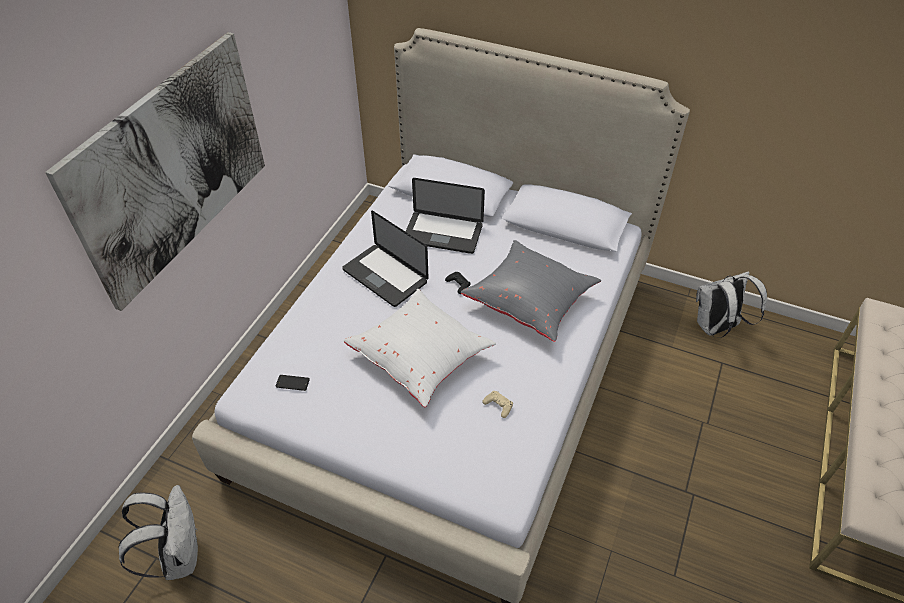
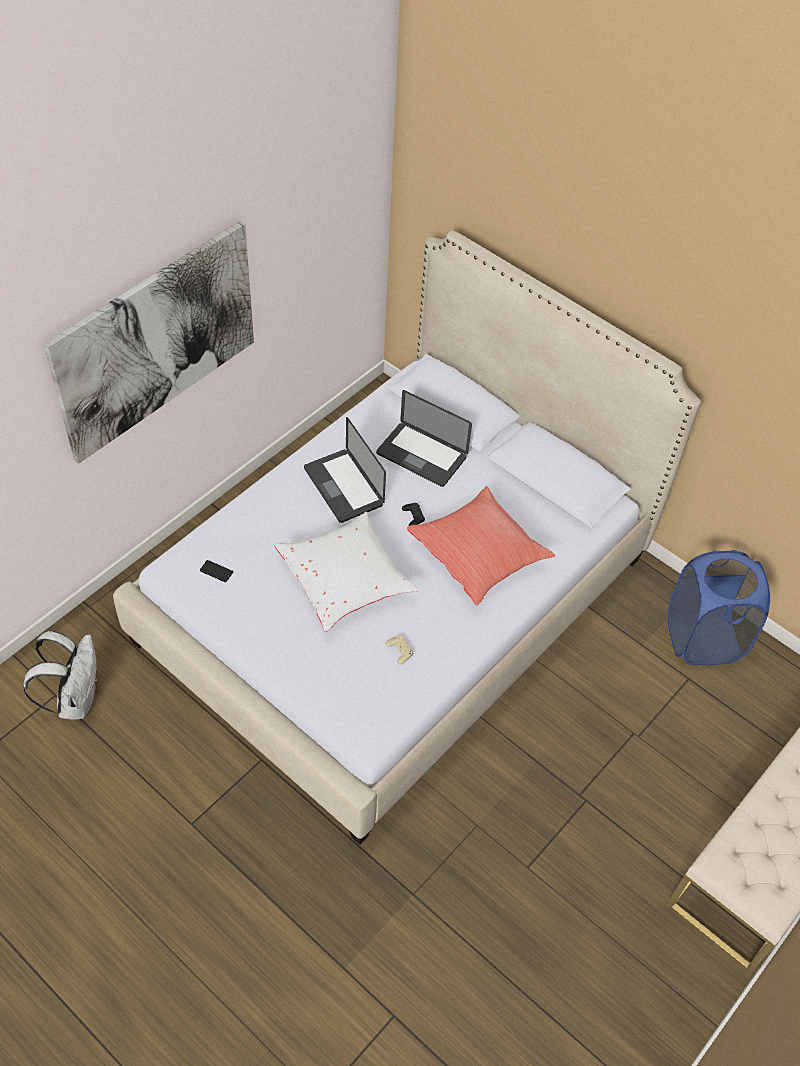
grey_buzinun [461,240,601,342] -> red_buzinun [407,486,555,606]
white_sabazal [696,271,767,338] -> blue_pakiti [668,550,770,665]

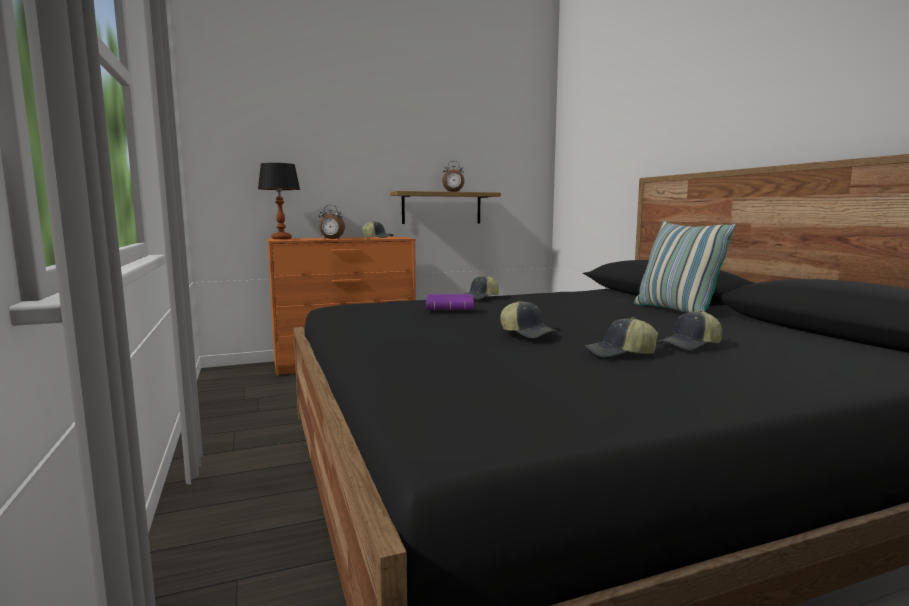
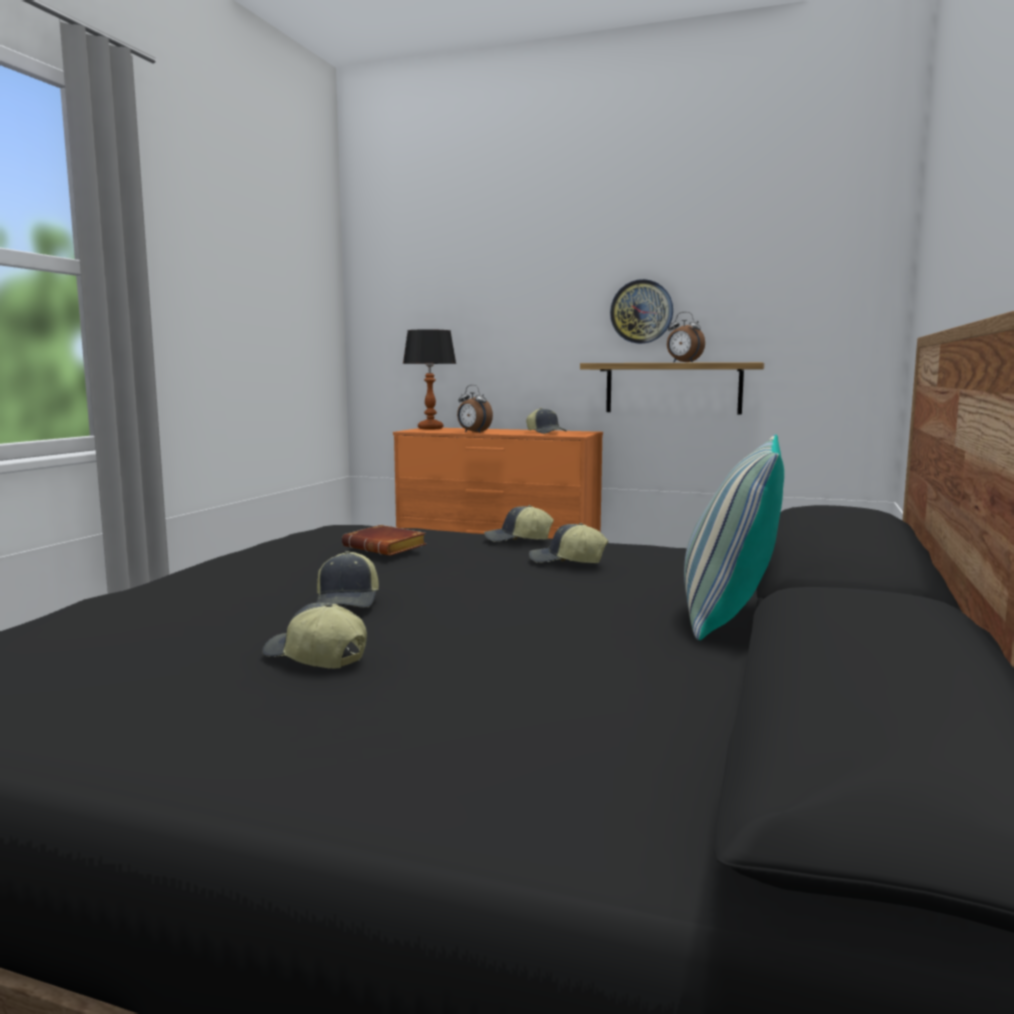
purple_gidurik [426,294,474,310] -> brown_gidurik [342,525,426,556]
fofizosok [658,310,722,350] -> fofizosok [529,523,608,563], shifted
none -> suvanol [610,279,673,344]

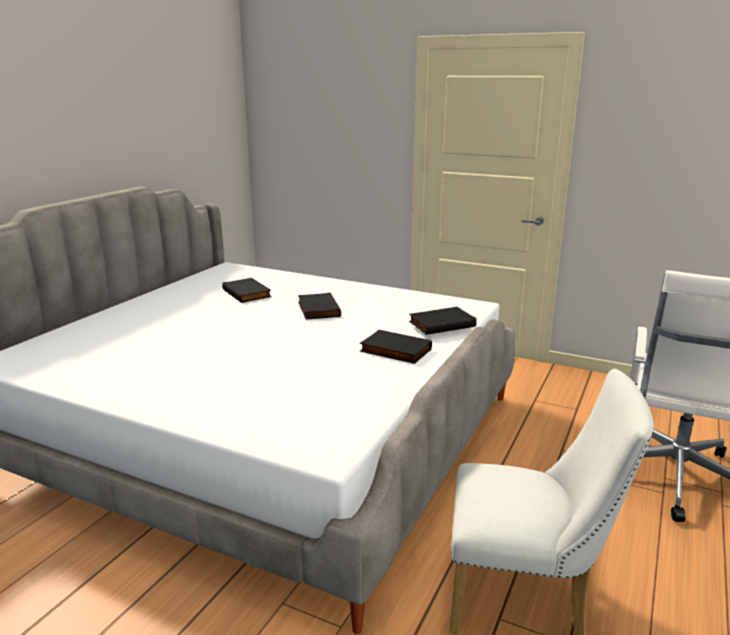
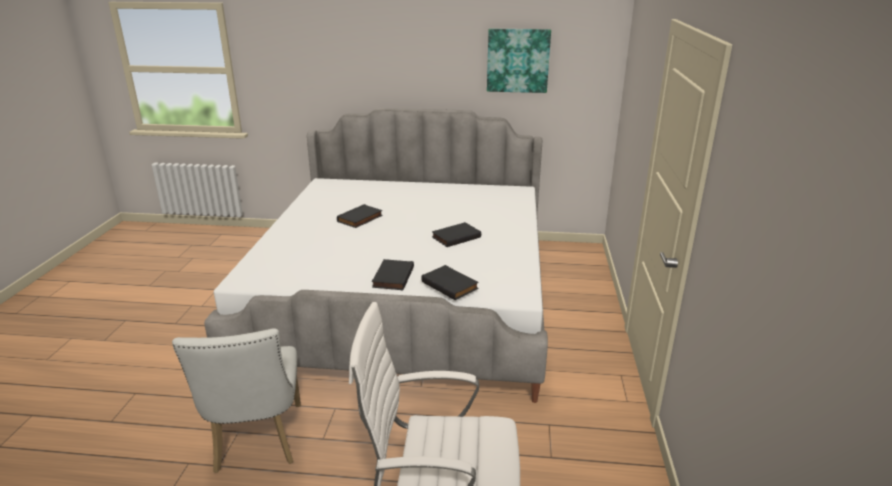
black_gidurik [222,278,272,303] -> black_gidurik [337,204,383,228], shifted
none -> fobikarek [487,29,551,93]

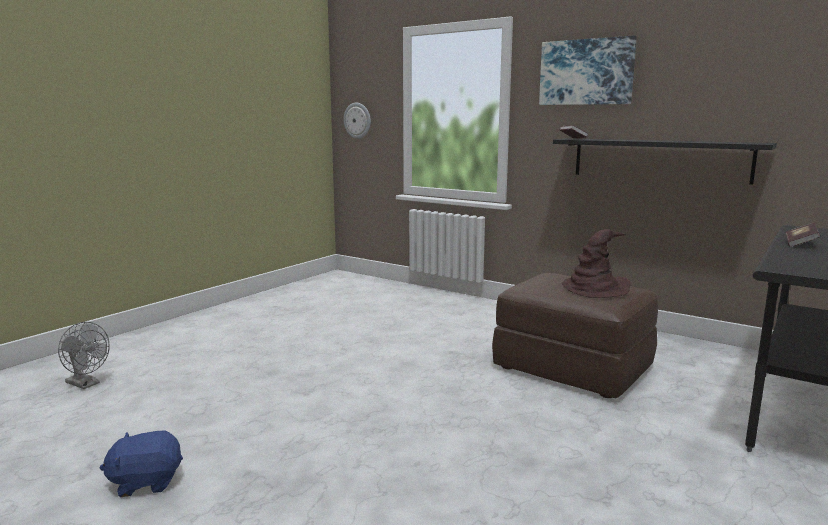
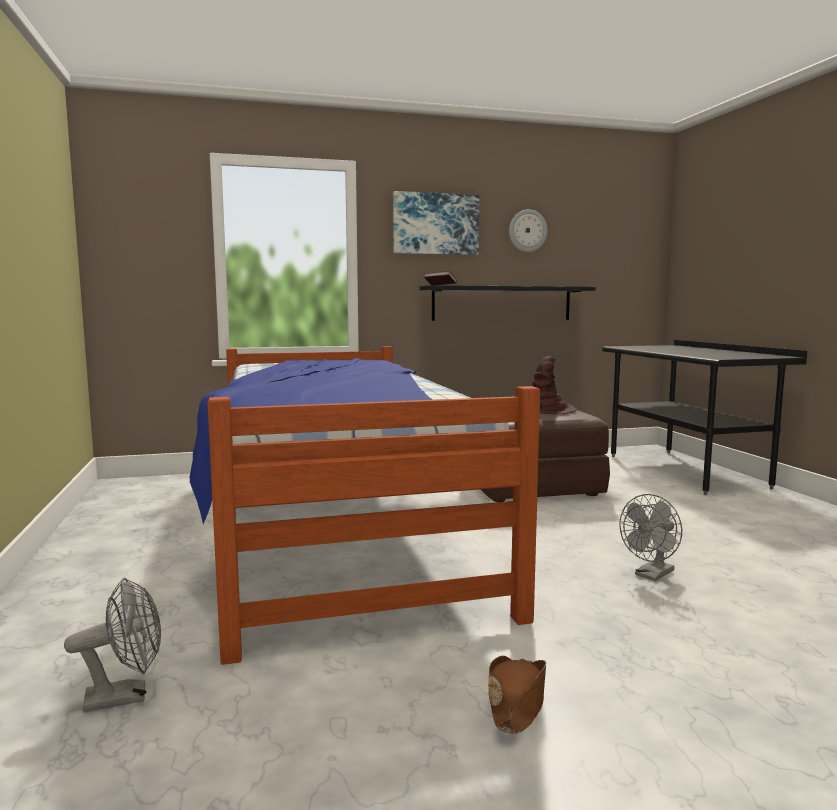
suvanol [343,103,371,139] -> suvanol [509,209,548,252], shifted
gidurik [785,223,820,247] -> none
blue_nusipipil [100,430,183,497] -> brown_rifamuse [488,656,546,734]
none -> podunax [190,346,540,665]
none -> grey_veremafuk [619,494,682,581]

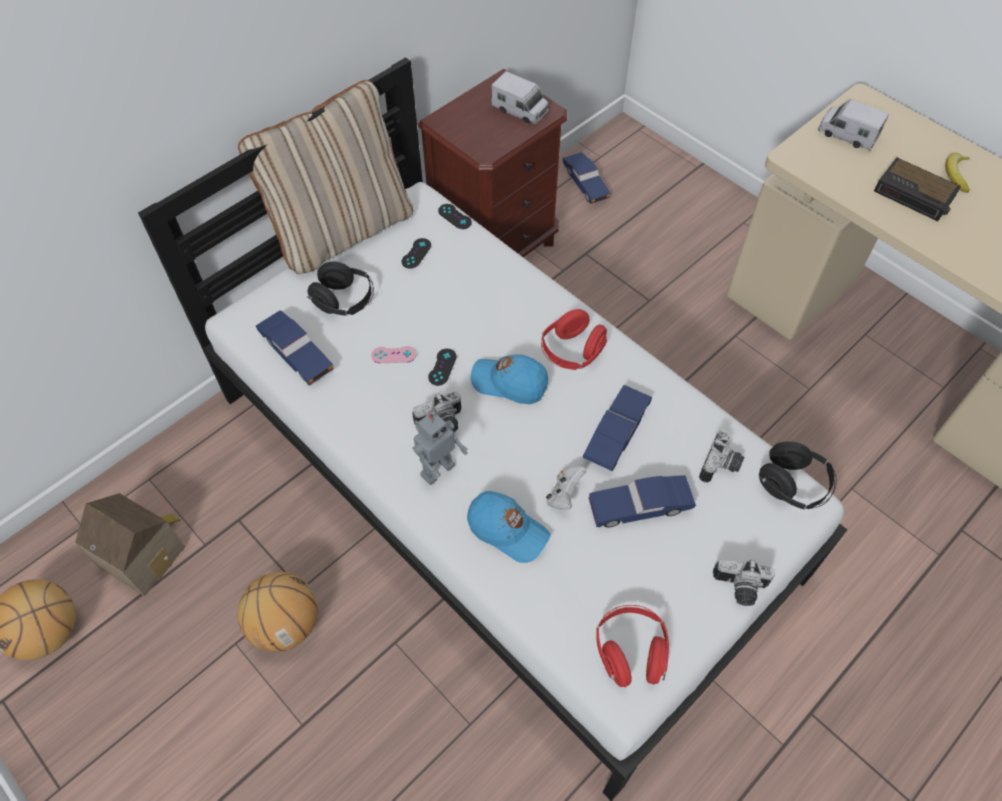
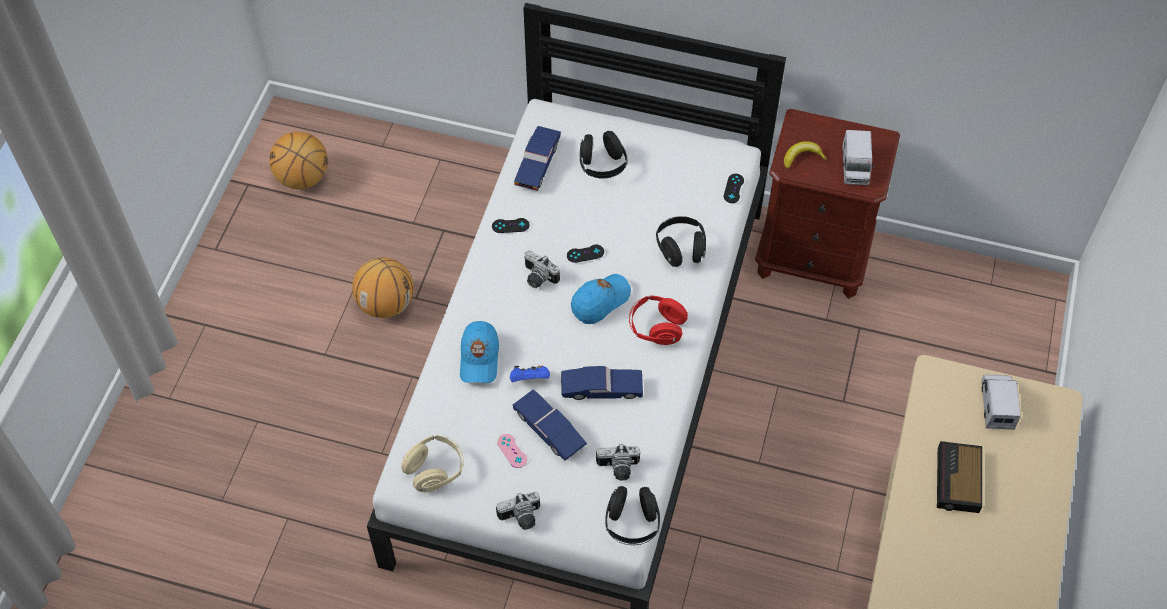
beige_buzinun [238,80,413,274] -> none
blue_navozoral [563,152,611,204] -> none
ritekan [945,153,970,193] -> ritekan [784,141,827,169], shifted
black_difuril [401,238,431,269] -> black_difuril [492,218,530,233], shifted
pink_difuril [371,346,416,363] -> pink_difuril [497,434,527,468], shifted
blue_fofizosok [470,354,548,404] -> blue_fofizosok [571,274,631,324], 60 degrees clockwise
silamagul [413,411,468,485] -> none
white_difuril [546,466,587,510] -> blue_difuril [510,365,550,382]
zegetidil [75,493,185,596] -> none
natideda [713,558,775,606] -> natideda [496,491,540,530], 90 degrees counterclockwise
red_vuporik [596,605,669,687] -> beige_vuporik [401,435,464,492]
none -> black_vuporik [656,216,706,267]

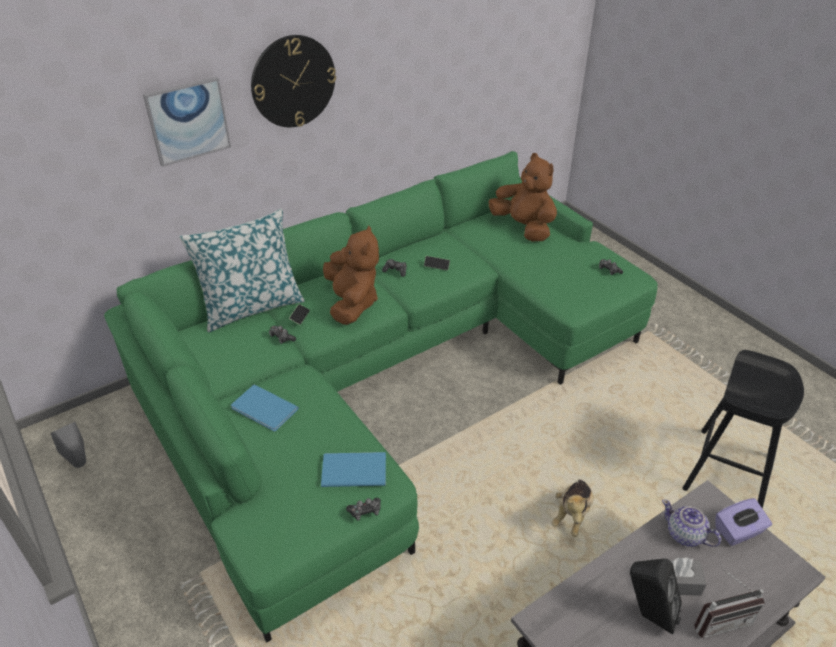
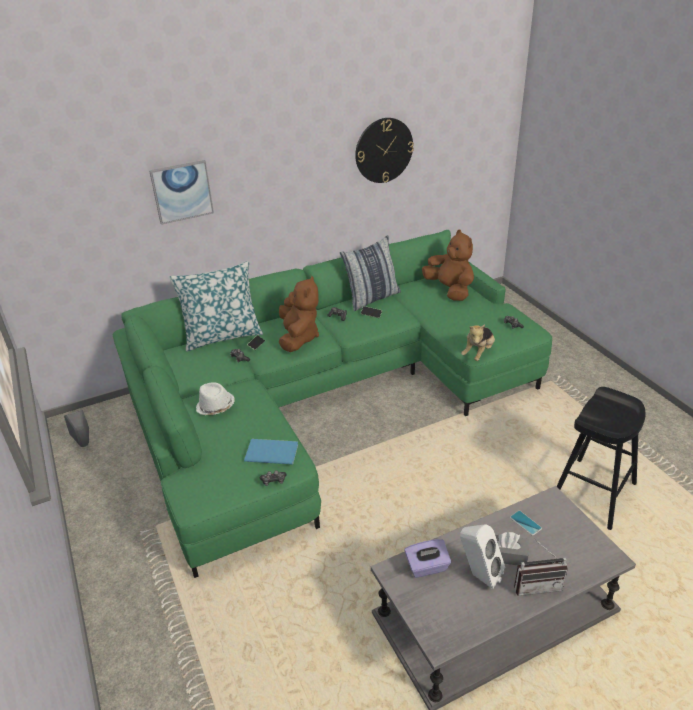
suvanol [251,35,336,127] -> suvanol [355,118,414,183], shifted
blue_gidurik [231,385,299,432] -> white_rifamuse [196,383,235,415]
nusipipil [552,479,594,537] -> nusipipil [461,324,495,361], shifted
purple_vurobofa [715,498,772,546] -> purple_vurobofa [404,539,451,578], shifted
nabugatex [662,499,721,547] -> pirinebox [510,510,542,536]
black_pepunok [630,559,682,635] -> white_pepunok [460,524,505,589]
none -> buzinun [340,235,401,311]

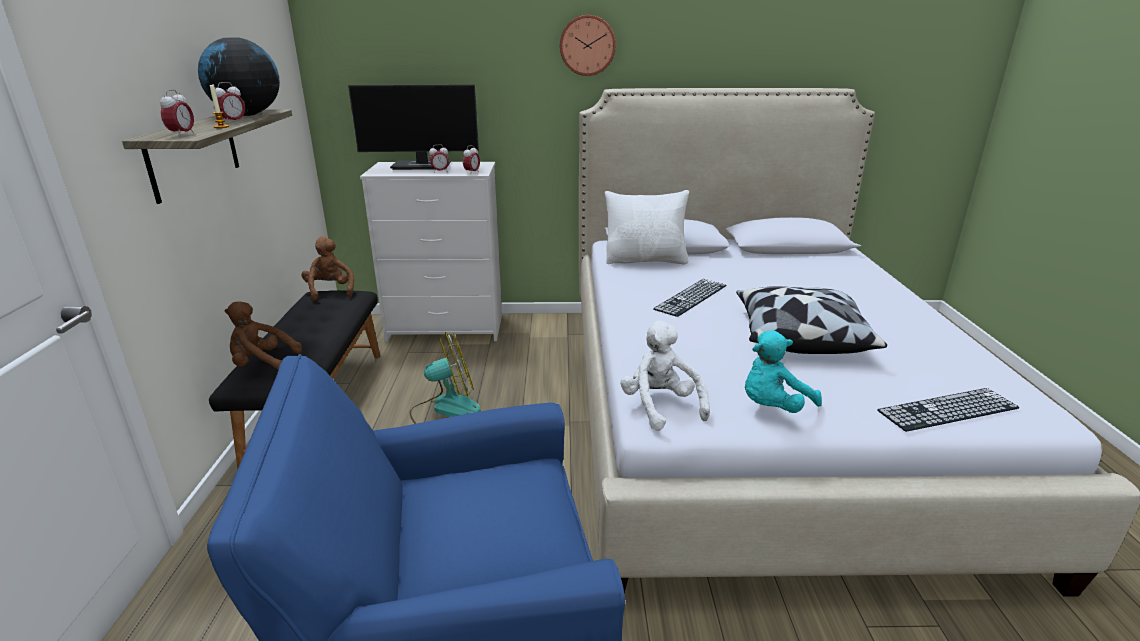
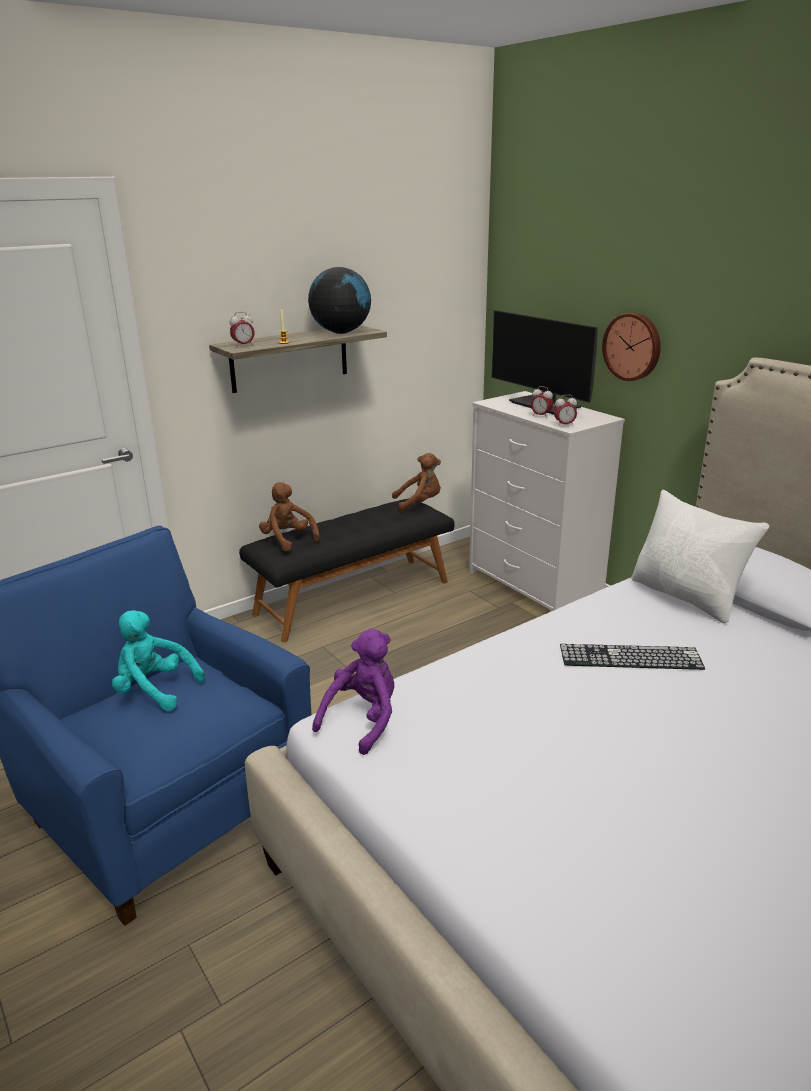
suvanol [560,15,616,76] -> suvanol [602,313,661,381], shifted
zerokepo [214,82,245,124] -> none
brown_nusipipil [302,236,354,301] -> brown_nusipipil [392,453,441,512], 45 degrees clockwise
buzinun [736,286,887,354] -> none
white_nusipipil [620,321,710,431] -> purple_nusipipil [312,629,394,755]
turquoise_nusipipil [745,331,822,413] -> turquoise_nusipipil [112,610,205,711], shifted
veremafuk [410,332,481,424] -> none
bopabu [877,388,1019,432] -> none

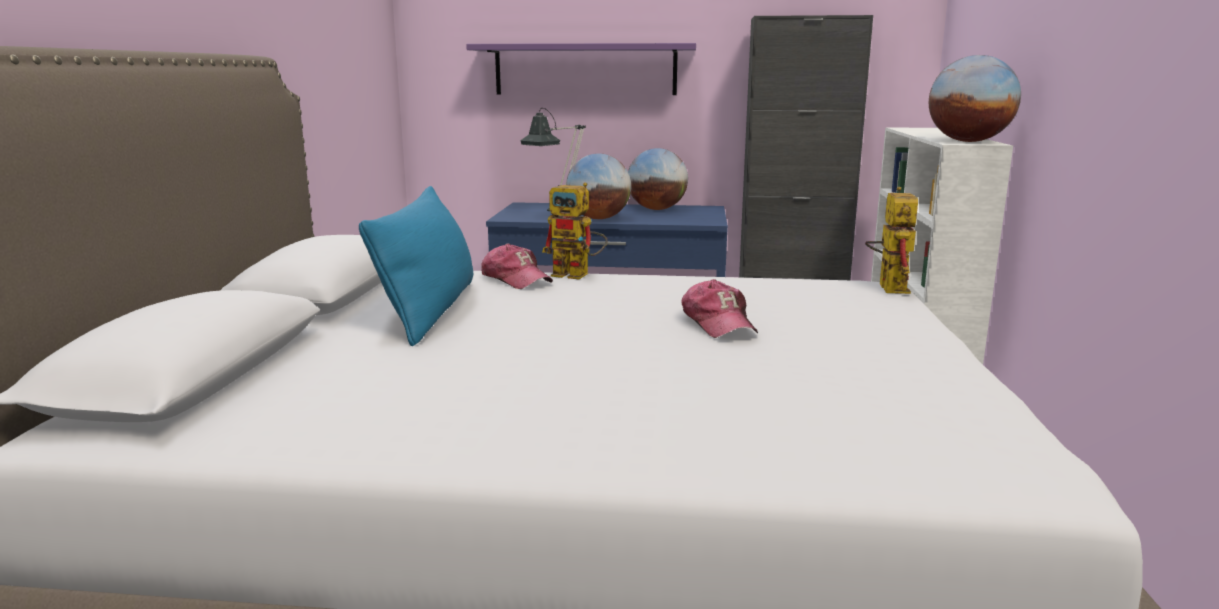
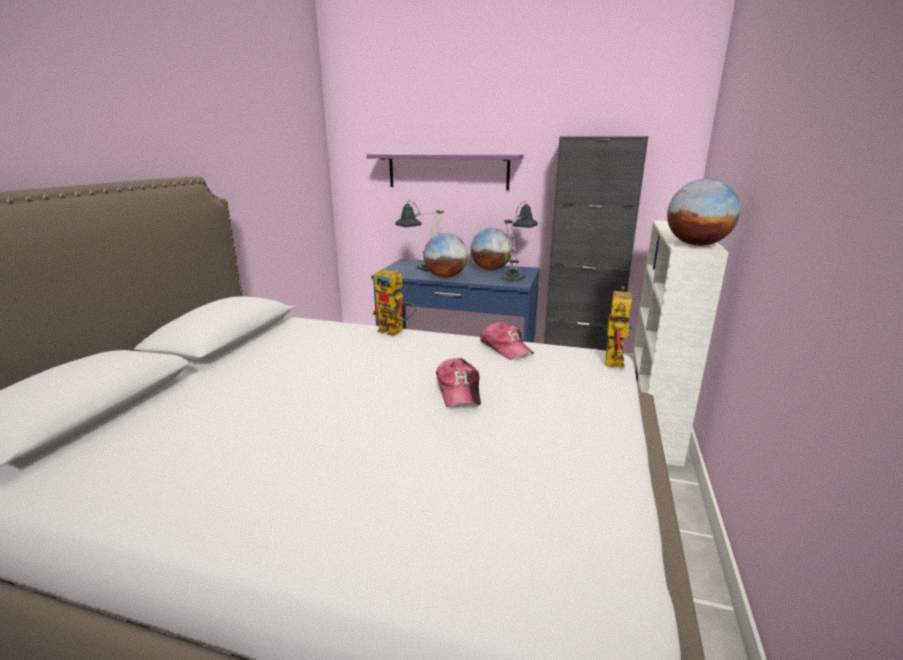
blue_buzinun [359,186,474,346] -> none
fofizosok [481,243,553,289] -> fofizosok [480,322,534,360], shifted
none -> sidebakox [500,201,538,282]

